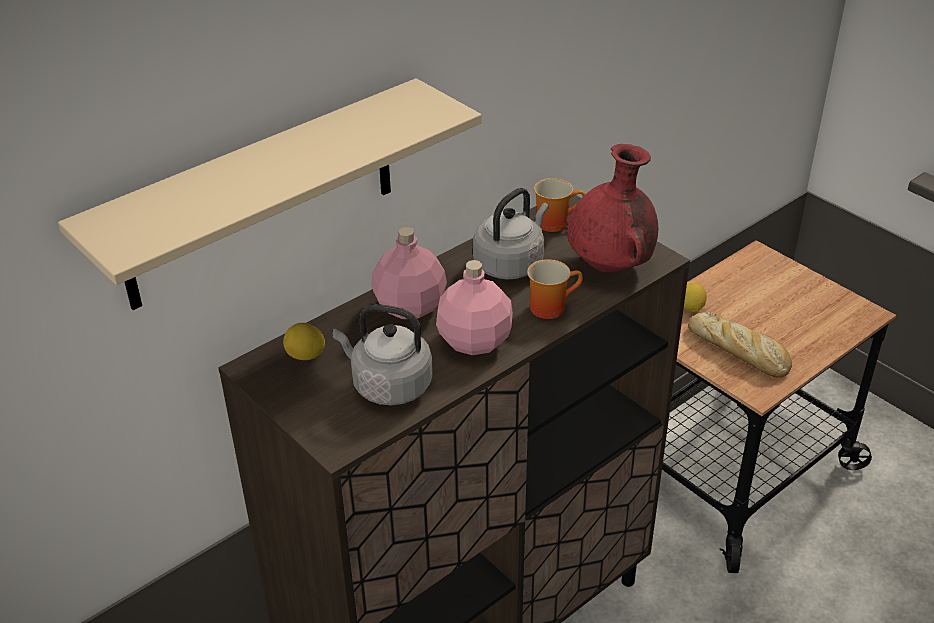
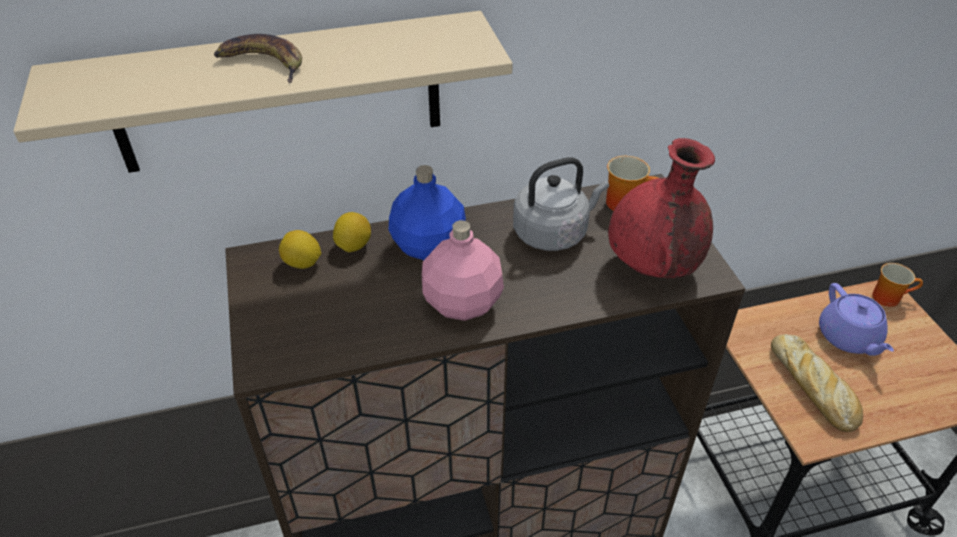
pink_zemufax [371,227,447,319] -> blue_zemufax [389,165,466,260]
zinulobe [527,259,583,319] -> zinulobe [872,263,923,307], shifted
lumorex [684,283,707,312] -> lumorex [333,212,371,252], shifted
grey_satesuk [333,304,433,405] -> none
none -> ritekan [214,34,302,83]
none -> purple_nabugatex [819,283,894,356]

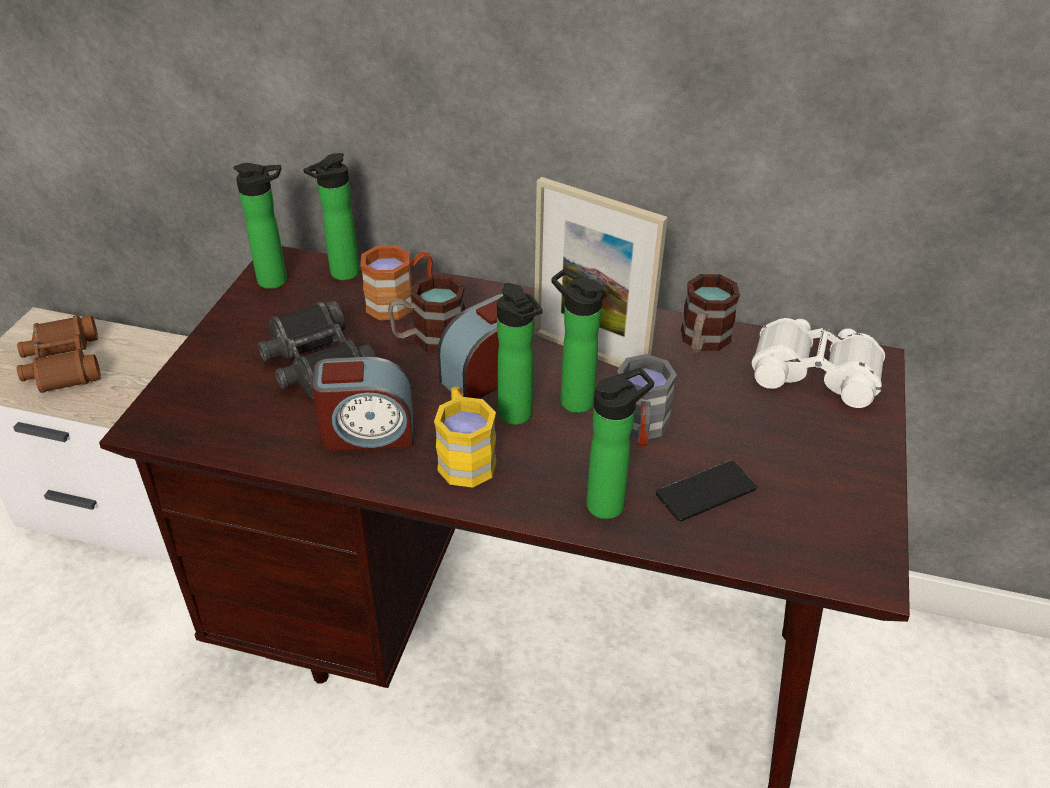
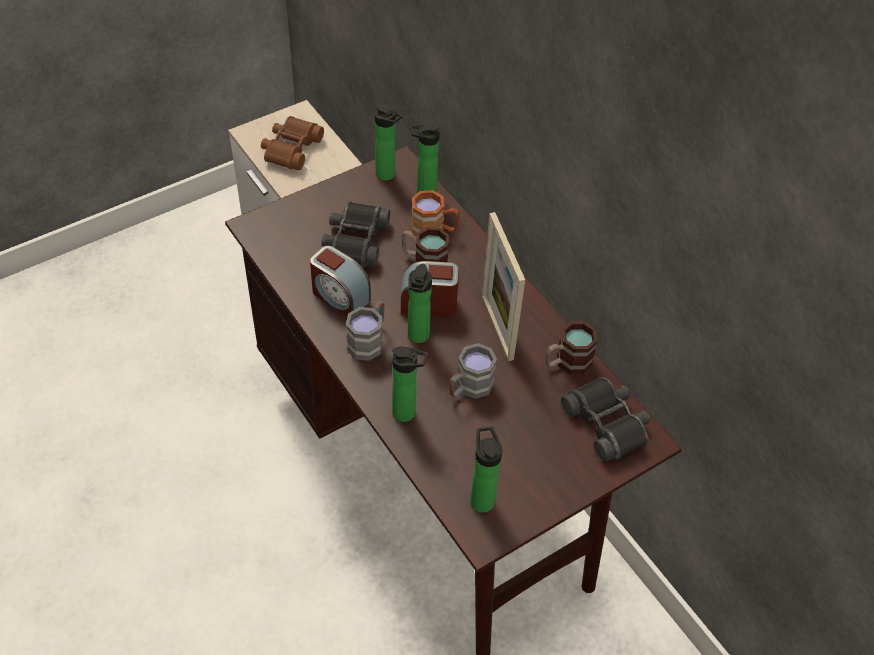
zemufax [551,268,602,413] -> zemufax [470,427,502,513], shifted
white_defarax [752,318,885,408] -> black_defarax [561,377,650,462]
yellow_zinulobe [434,387,497,488] -> grey_zinulobe [346,301,385,361]
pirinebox [656,460,757,521] -> none

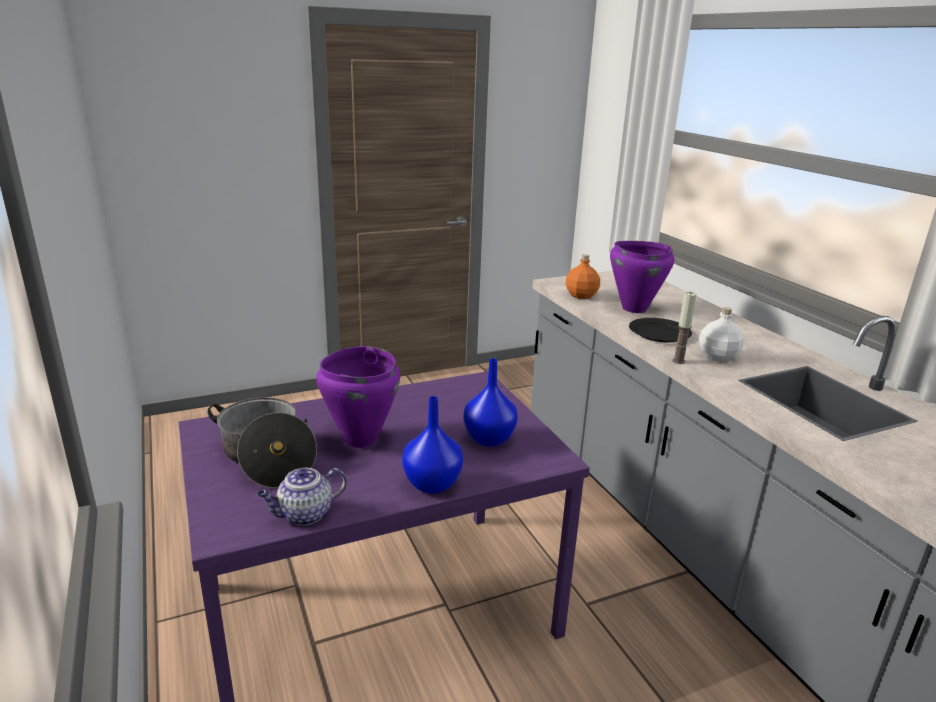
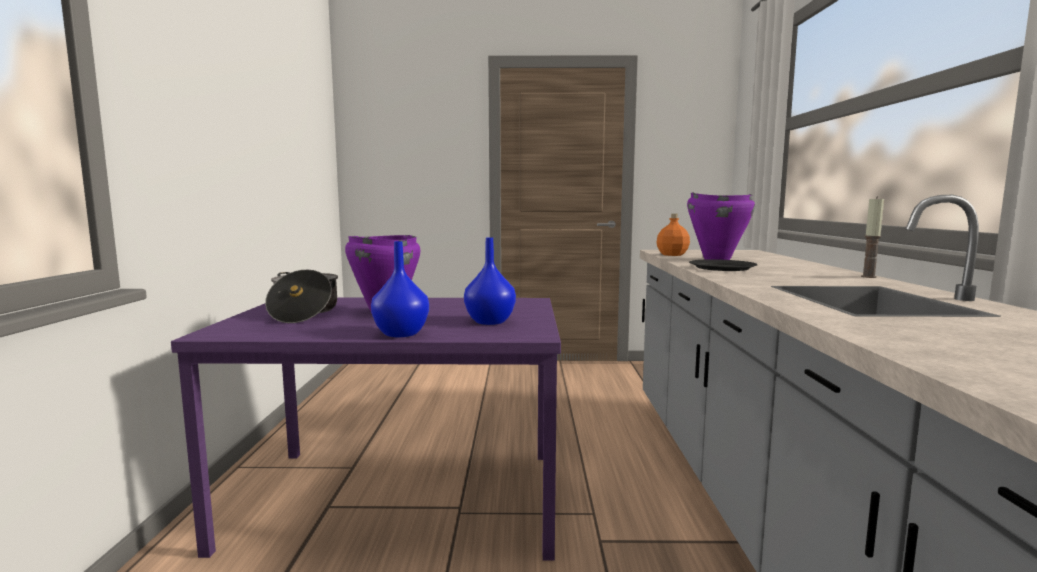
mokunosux [672,291,697,364] -> mokunosux [861,196,884,278], shifted
white_zemufax [699,307,744,362] -> none
nabugatex [257,468,347,525] -> none

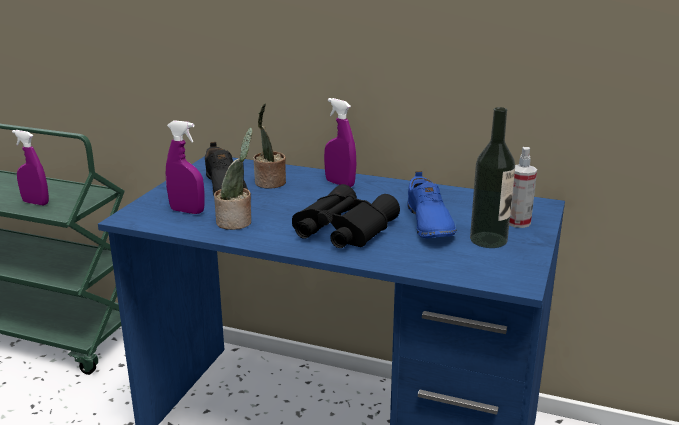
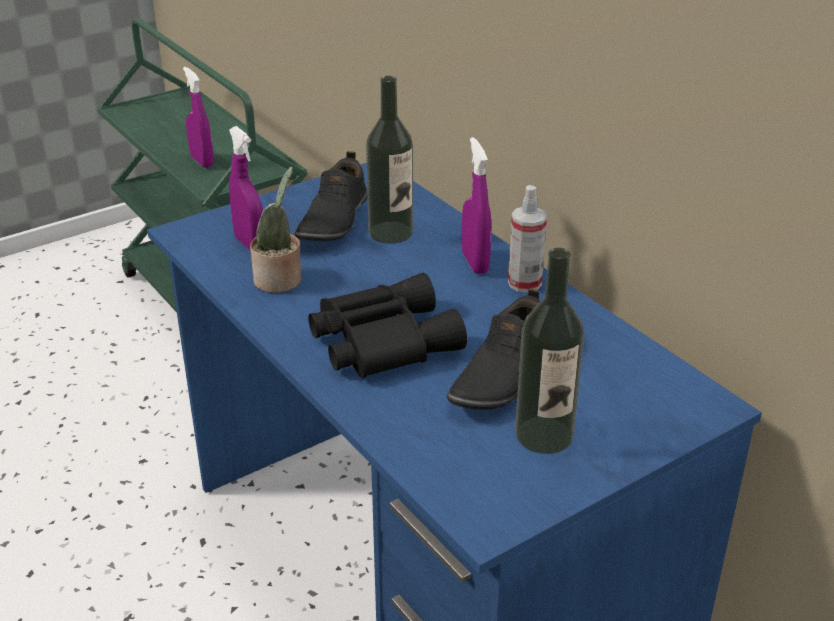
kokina [253,103,286,188] -> zemufax [366,76,413,244]
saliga [509,147,537,228] -> saliga [508,185,547,293], shifted
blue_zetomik [407,171,457,238] -> black_zetomik [446,288,540,410]

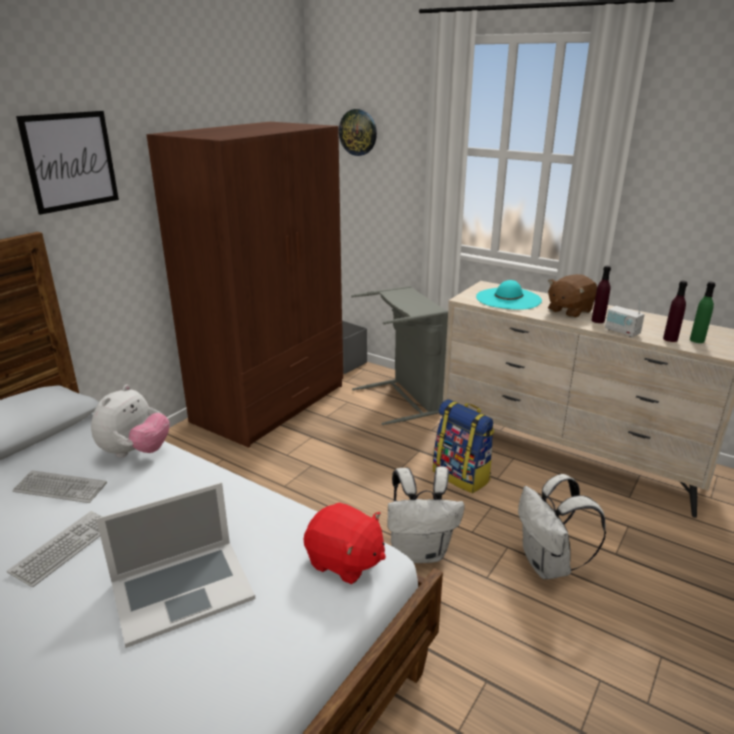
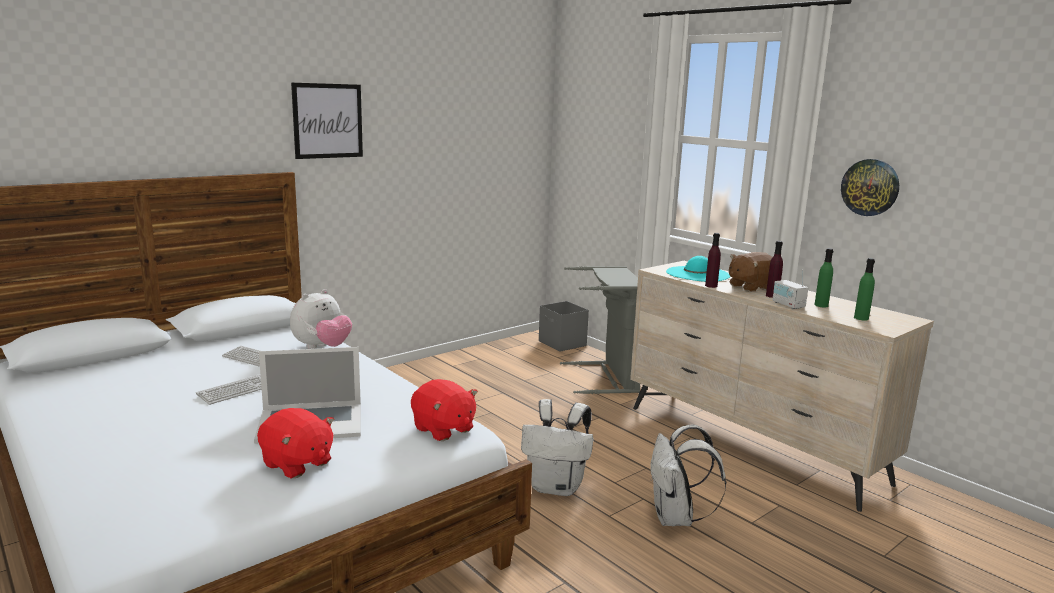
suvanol [339,109,377,156] -> suvanol [841,159,899,216], shifted
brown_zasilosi [146,122,343,448] -> none
purple_zemufax [663,281,687,342] -> purple_zemufax [705,233,721,288], shifted
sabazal [433,399,495,494] -> none
none -> green_zemufax [815,248,833,308]
none -> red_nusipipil [257,408,334,478]

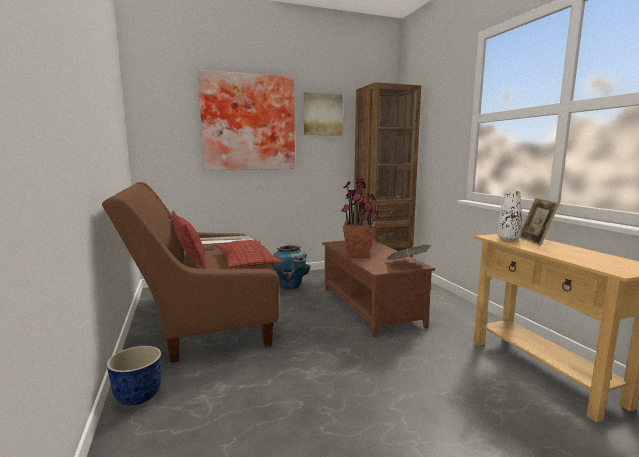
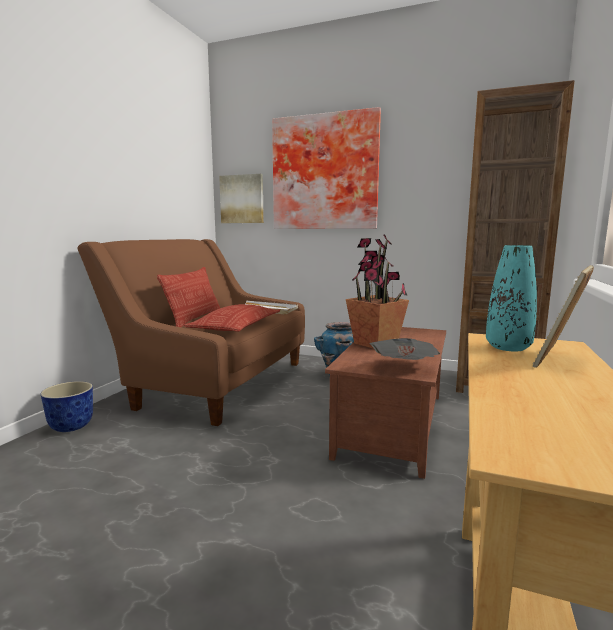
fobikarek [304,92,343,136] -> fobikarek [219,174,264,223], shifted
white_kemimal [497,190,522,241] -> turquoise_kemimal [486,245,537,351]

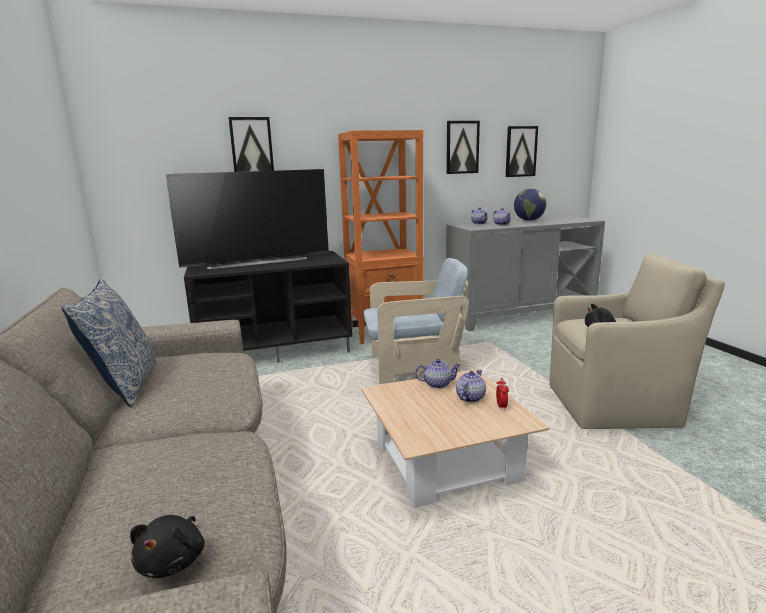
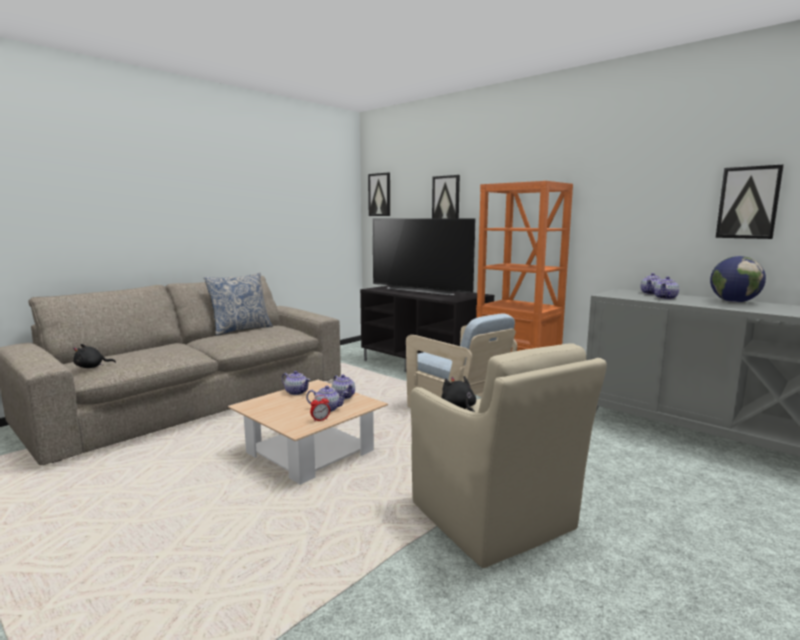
fobikarek [446,121,480,174] -> fobikarek [368,172,390,216], shifted
none -> nabugatex [282,371,311,395]

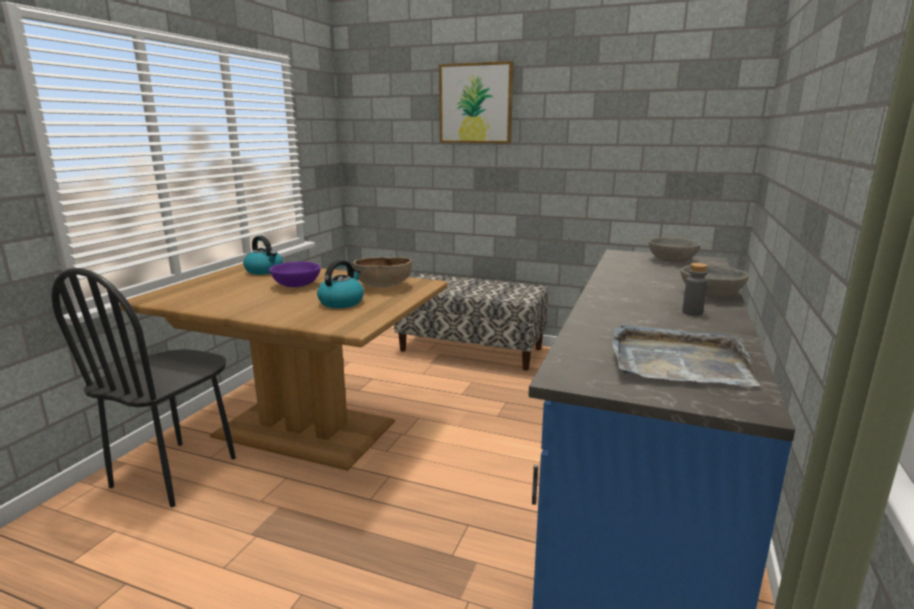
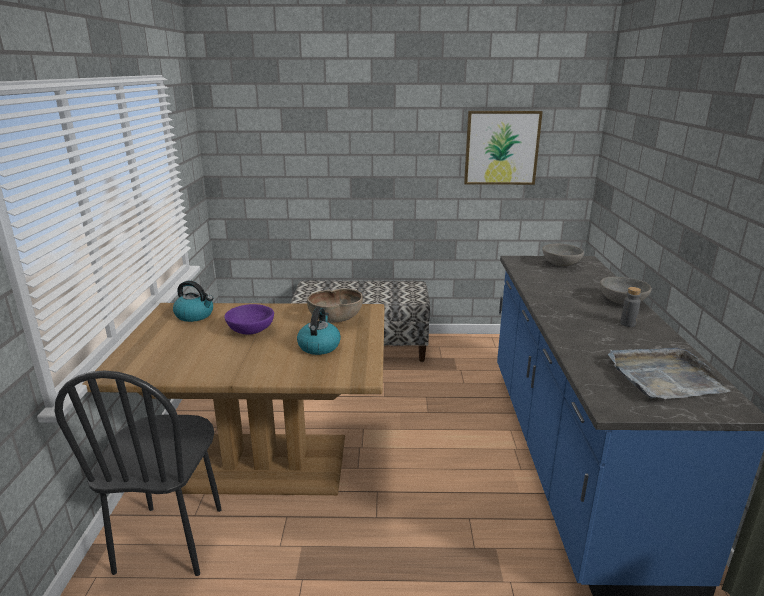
fobikarek [439,61,513,143] -> fobikarek [464,111,543,185], shifted

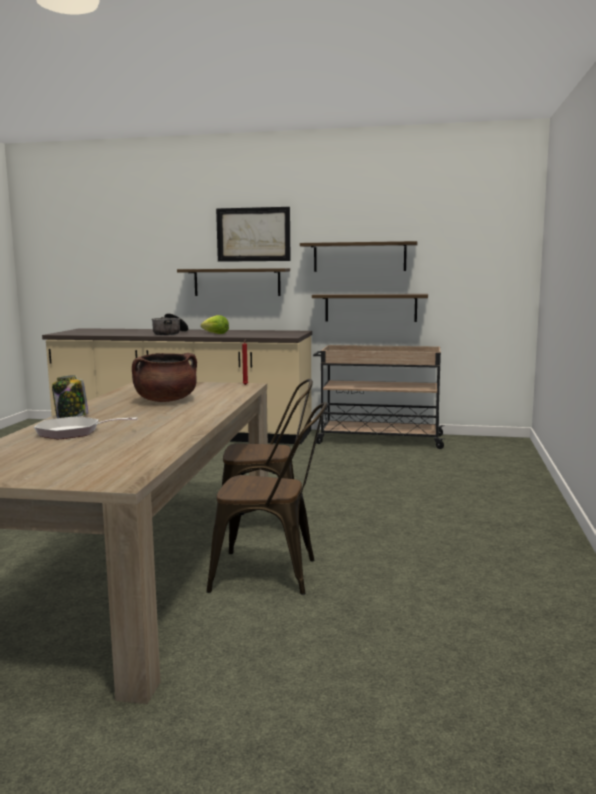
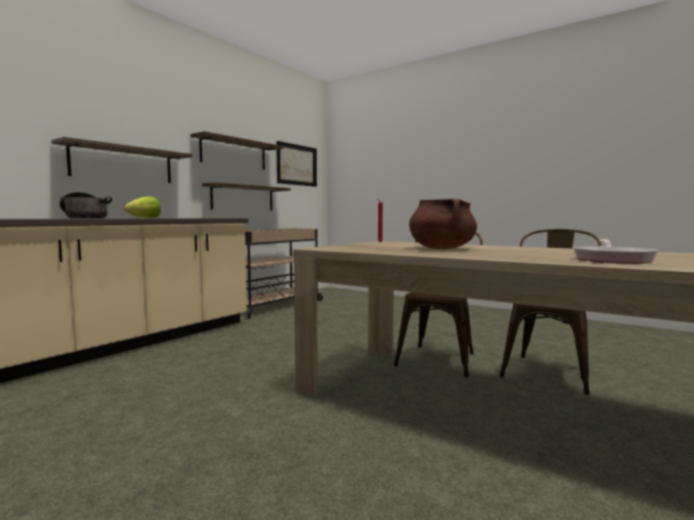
fobikarek [216,207,291,262] -> fobikarek [276,141,317,187], shifted
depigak [52,375,88,418] -> none

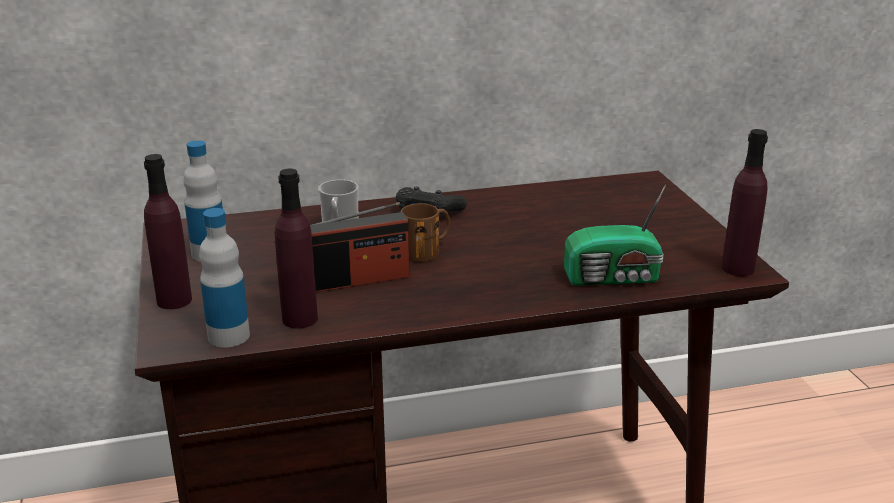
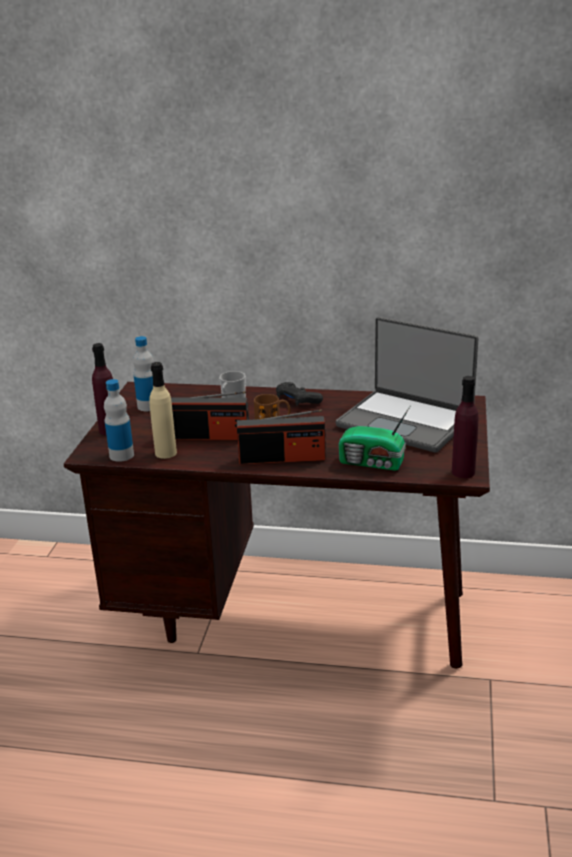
purple_zemufax [275,169,318,329] -> beige_zemufax [149,362,177,459]
none -> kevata [336,317,479,453]
none -> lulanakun [237,409,326,465]

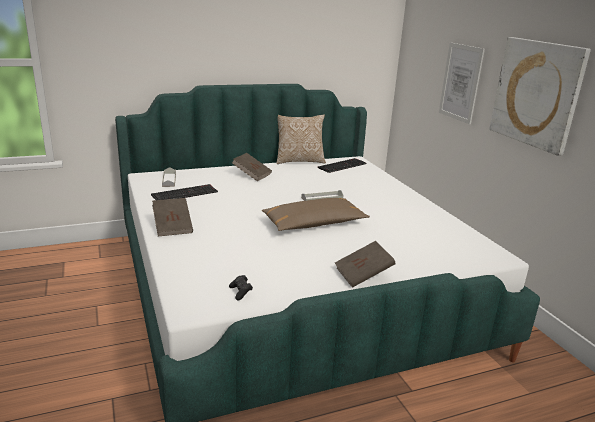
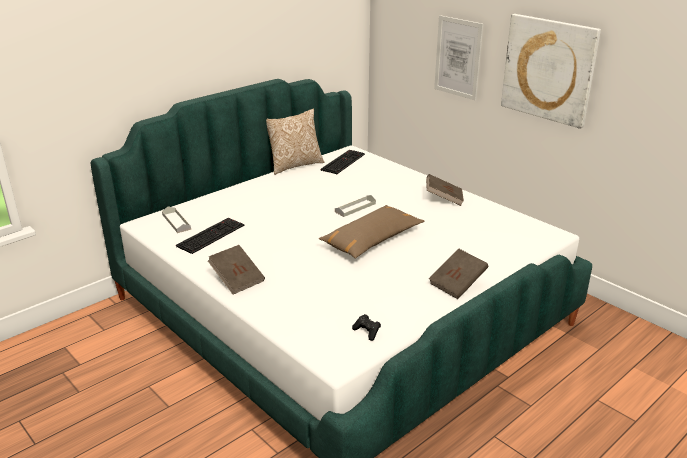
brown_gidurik [232,153,272,181] -> brown_gidurik [426,174,464,206], shifted

